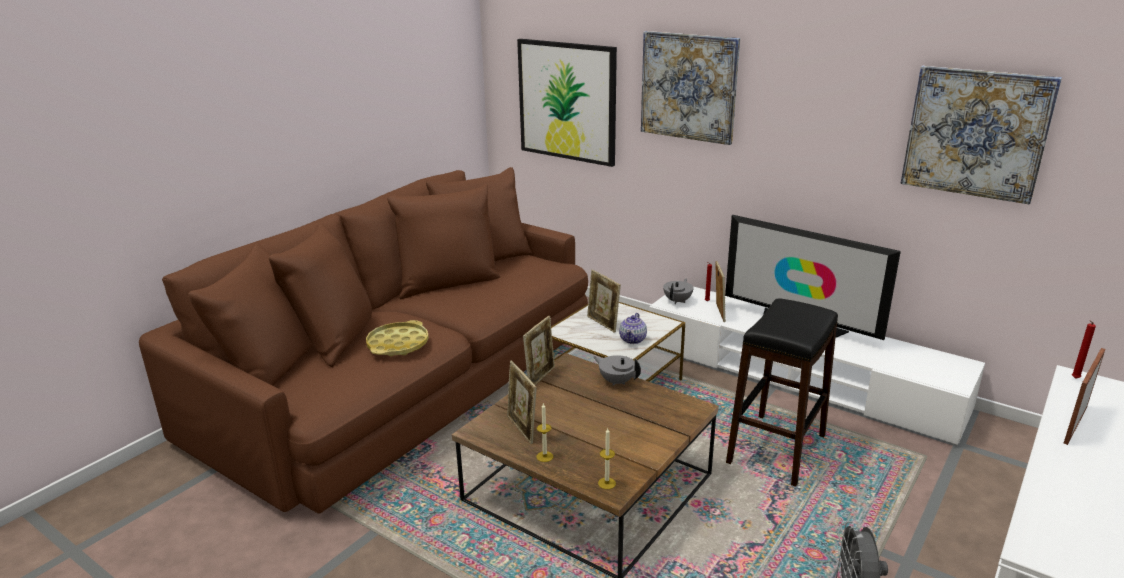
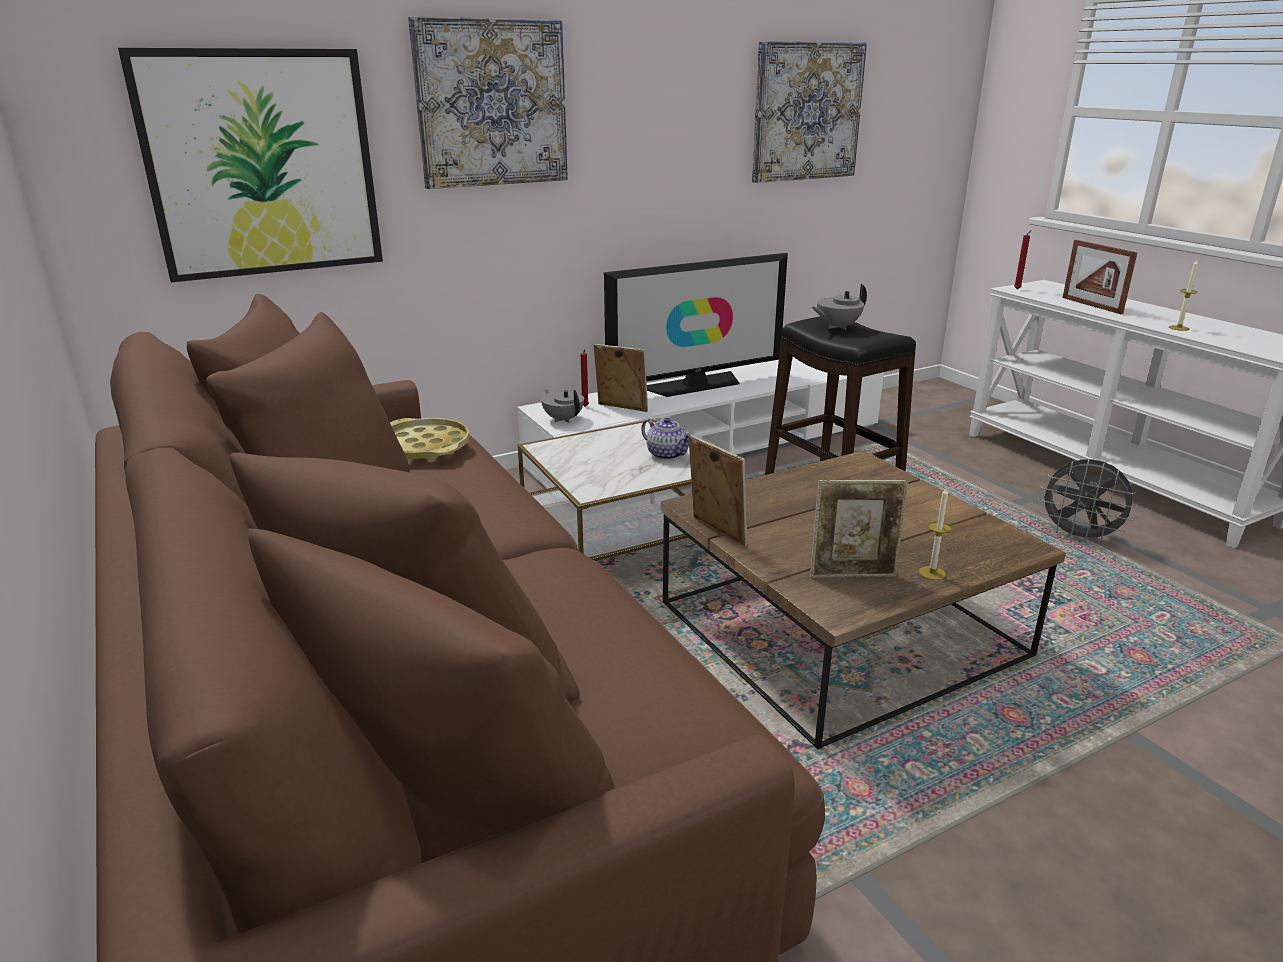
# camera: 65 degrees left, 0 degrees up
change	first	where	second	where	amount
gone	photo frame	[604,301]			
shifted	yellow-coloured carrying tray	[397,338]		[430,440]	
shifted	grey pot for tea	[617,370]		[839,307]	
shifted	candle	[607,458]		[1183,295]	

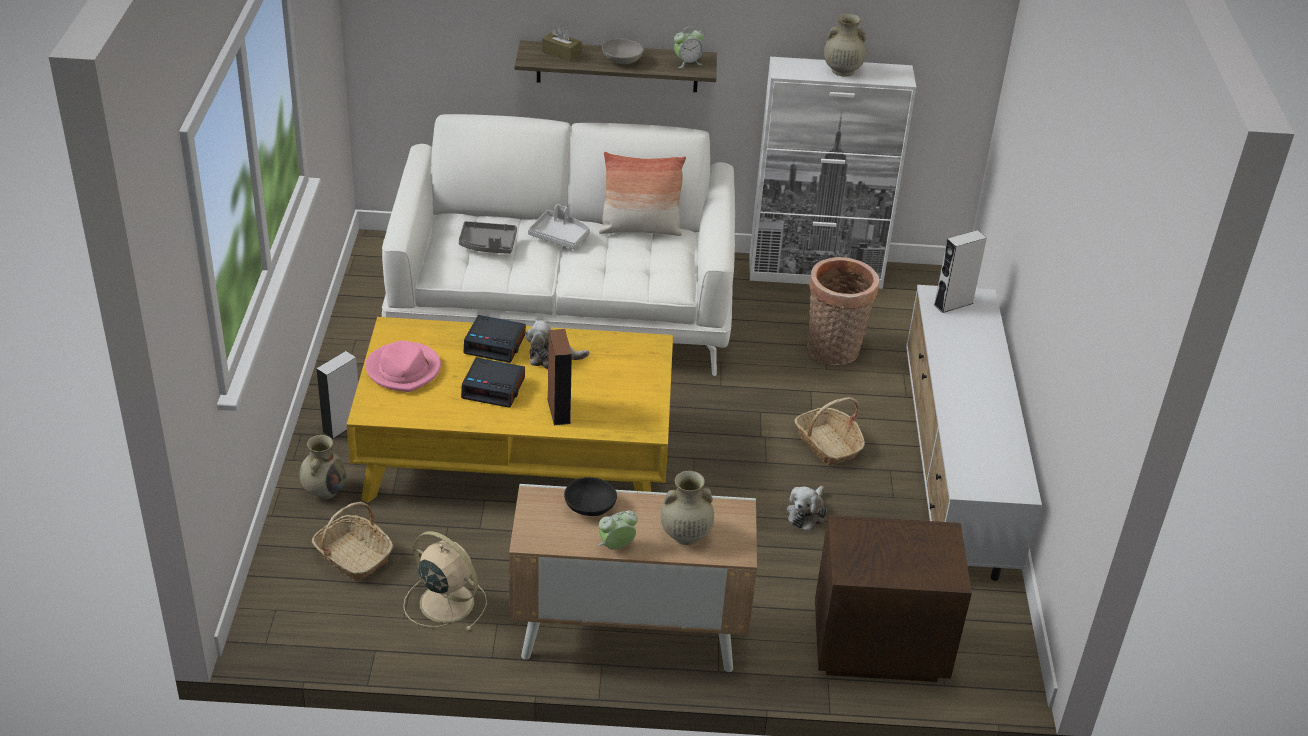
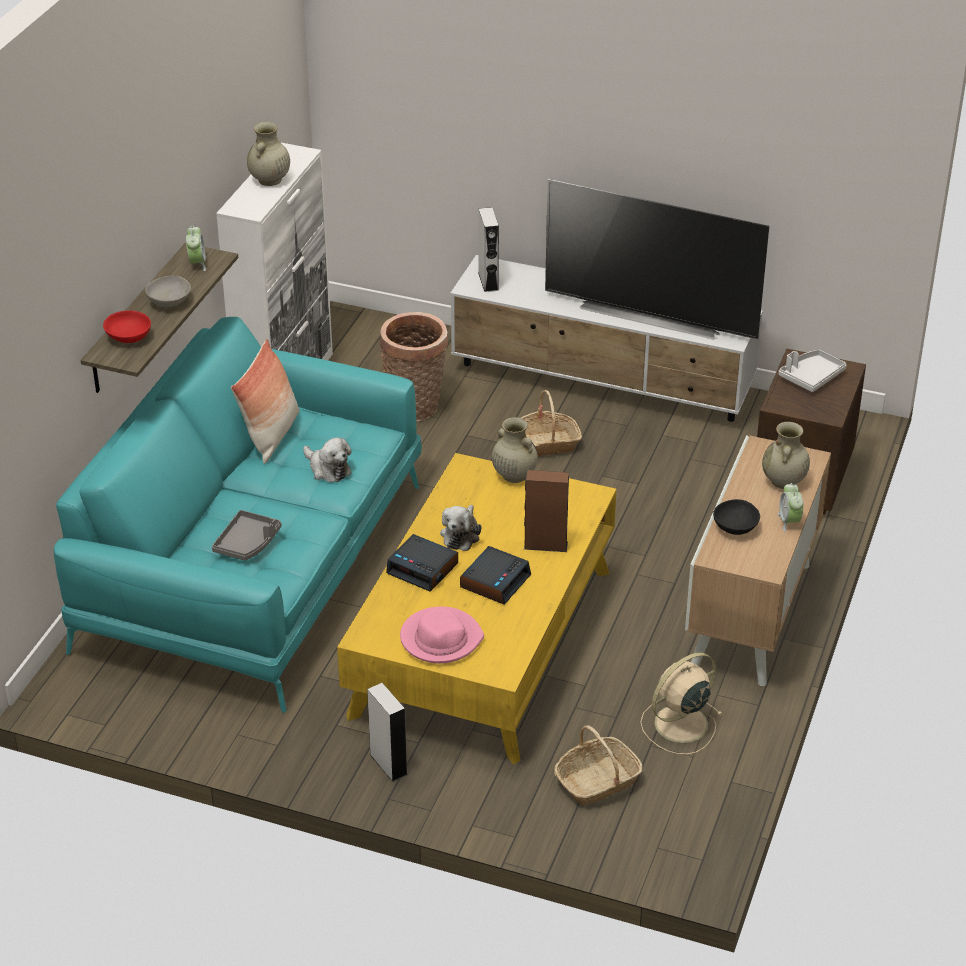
# camera: 70 degrees left, 0 degrees up
change	first	where	second	where	amount
new			TV	[657,259]	
shifted	beige-coloured flower vase	[322,467]		[515,450]	
shifted	grey carrying tray	[559,226]		[813,371]	
shifted	cuddly toy	[807,508]		[327,459]	
swapped	brown-coloured box of tissues	[562,44]	red-coloured bowl	[127,326]	
repainted	white settee	[558,245]	blue-green settee	[238,515]	
rotated	table clock	[494,339]		[422,563]	90 degrees clockwise

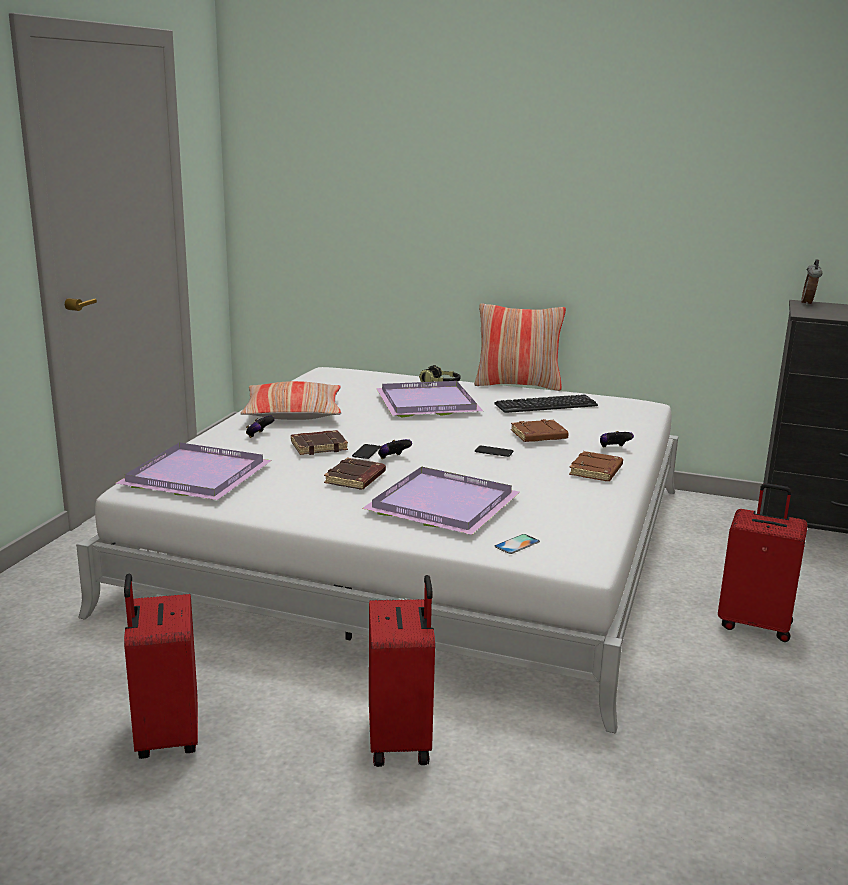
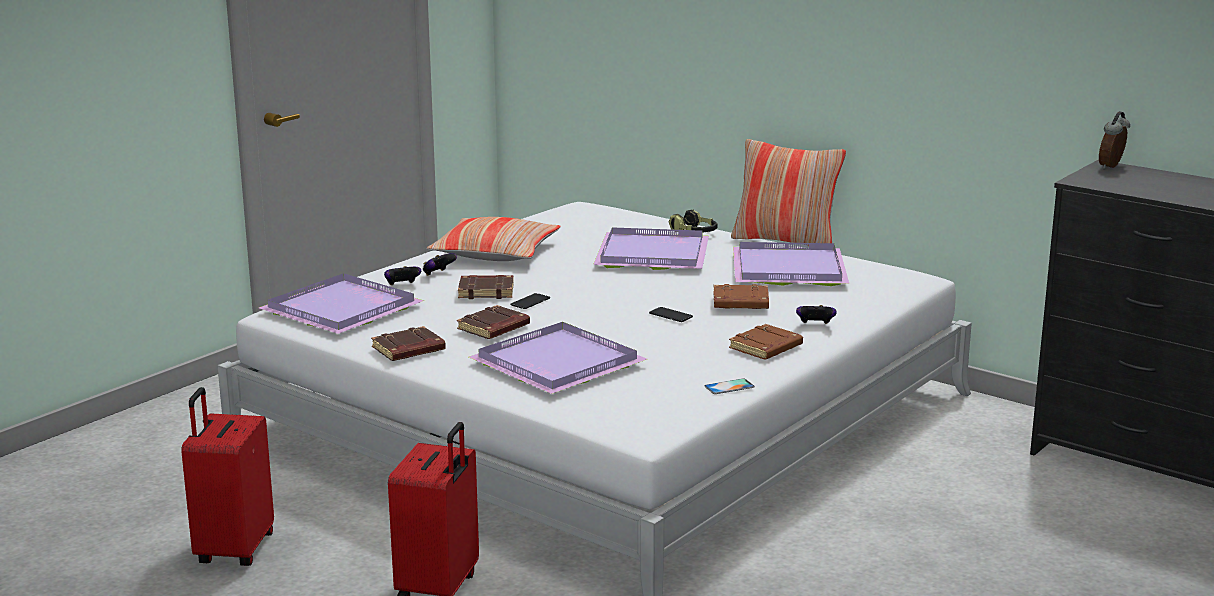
# camera: 20 degrees right, 0 degrees up
change	first	where	second	where	amount
gone	red-coloured piece of luggage	[763,562]			
new			brown-coloured bound book	[408,343]	
shifted	joypad	[395,449]		[402,275]	
shifted	phone	[517,544]		[730,386]	
swapped	computer keyboard	[546,403]	purplish carrying tray	[791,264]	

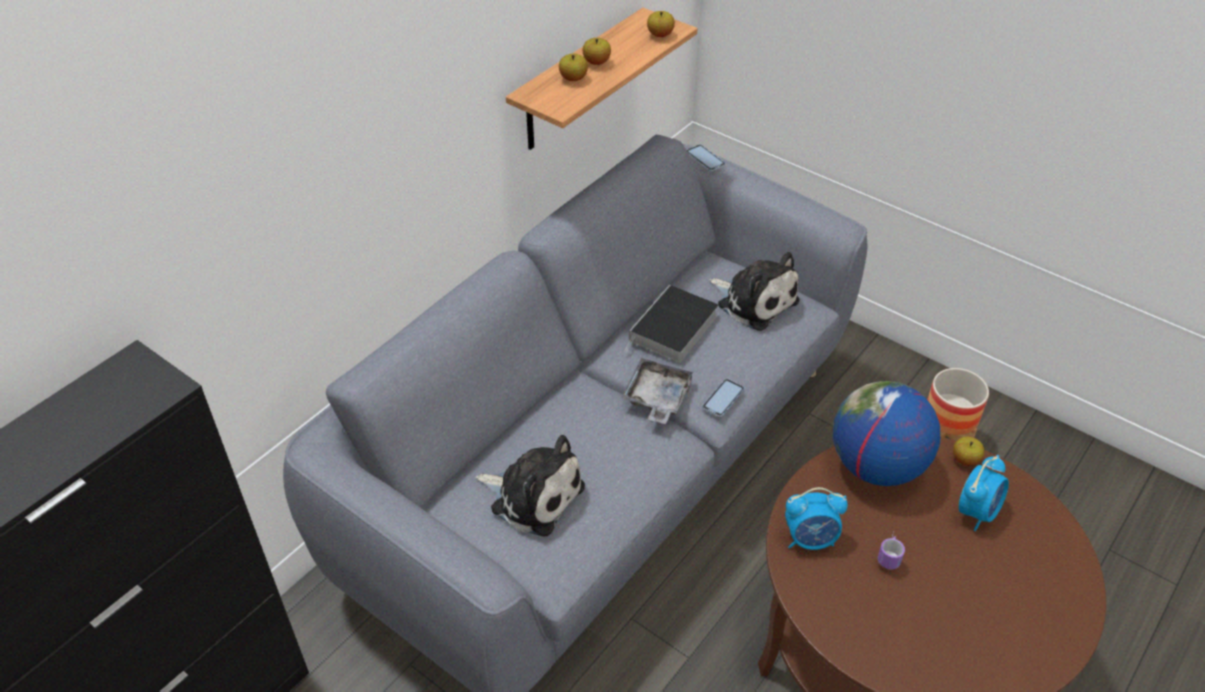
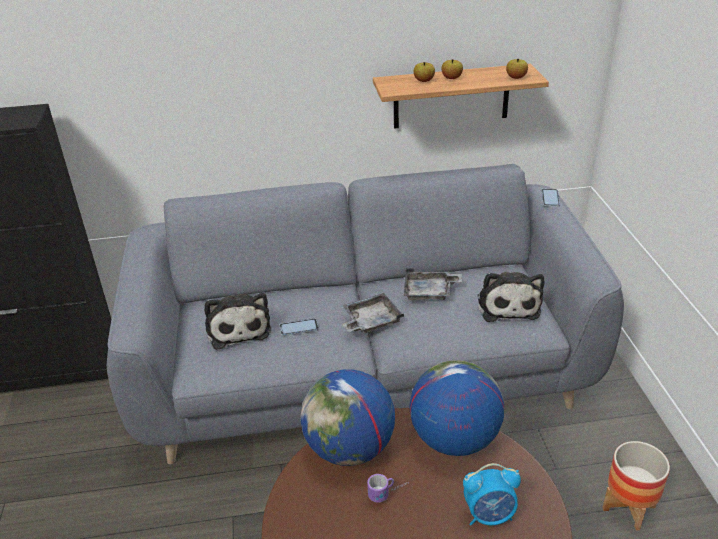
# camera: 45 degrees right, 10 degrees down
change	first	where	second	where	amount
gone	apple	[968,451]			
shifted	phone	[723,398]		[298,327]	
swapped	bound book	[671,324]	grey carrying tray	[433,284]	
swapped	table clock	[816,518]	world globe	[347,417]	

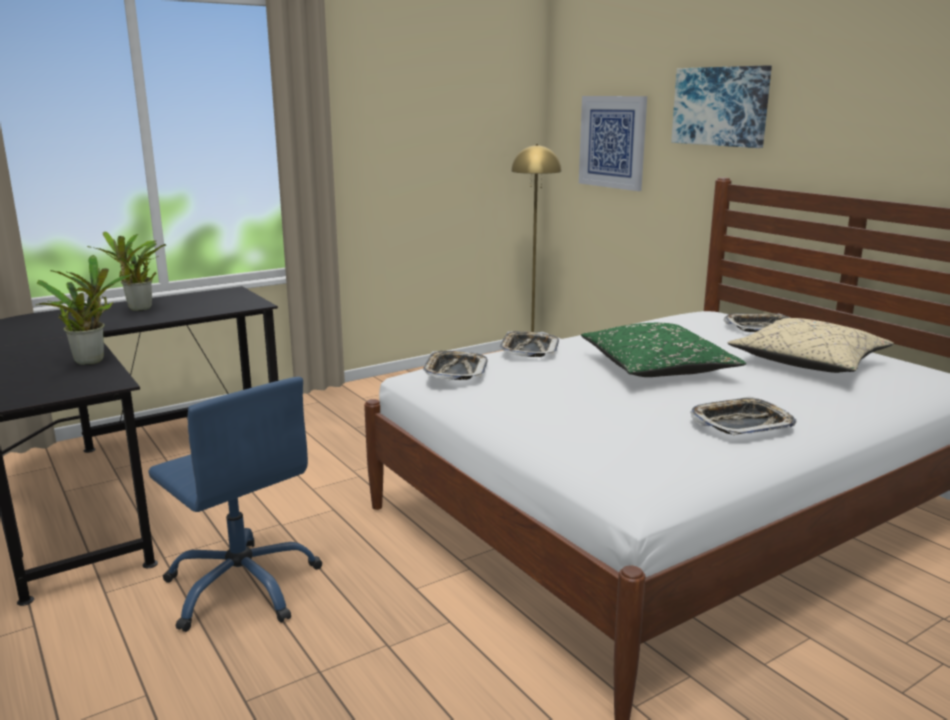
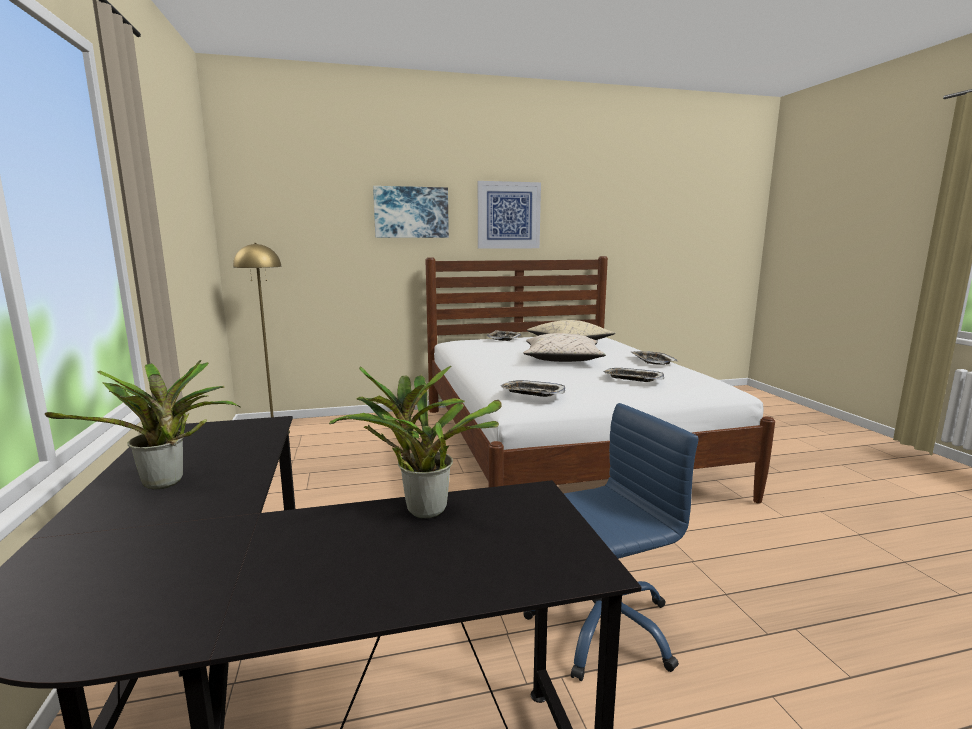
# camera: 70 degrees left, 5 degrees down
change	first	where	second	where	amount
shifted	carrying tray	[529,344]		[633,375]	
shifted	wall picture	[613,143]		[509,215]	
repainted	green-coloured cushion	[663,350]	beige-coloured cushion	[564,347]	

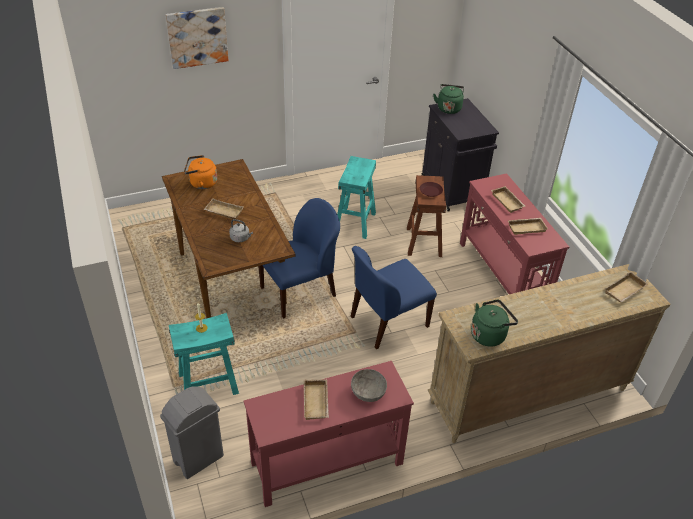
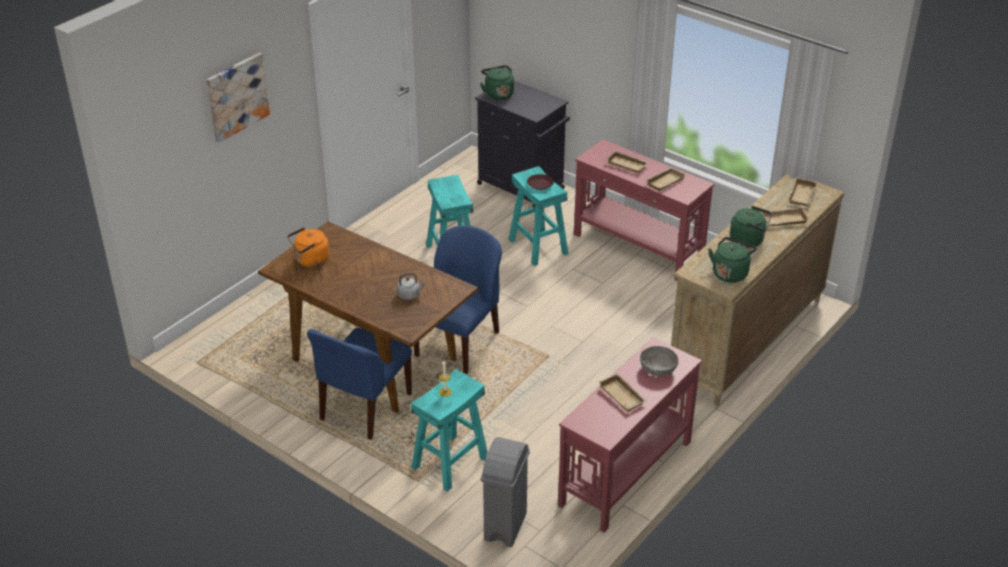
# camera: 30 degrees left, 5 degrees down
change	first	where	second	where	amount
new			green-coloured water kettle	[750,227]	
shifted	beige-coloured carrying tray	[224,209]		[785,216]	
shifted	blue-coloured upright chair	[394,297]		[359,384]	
repainted	brown-coloured stool	[426,216]	blue-green stool	[538,216]	

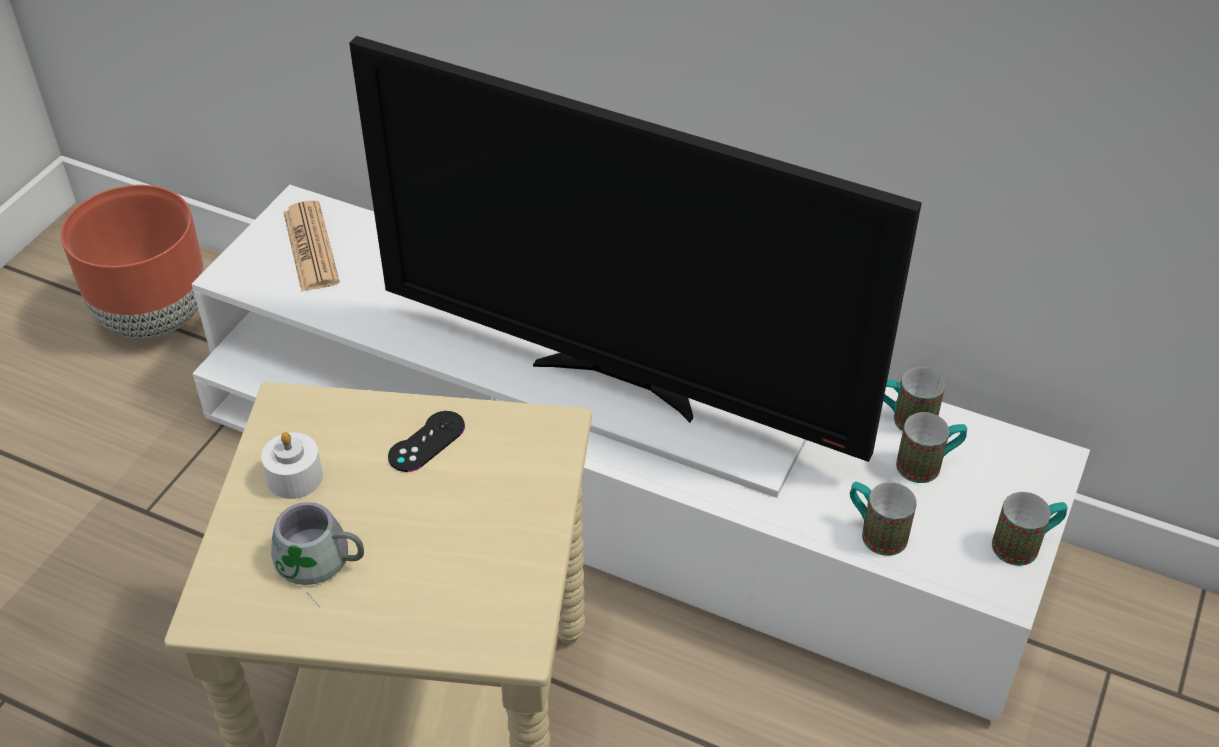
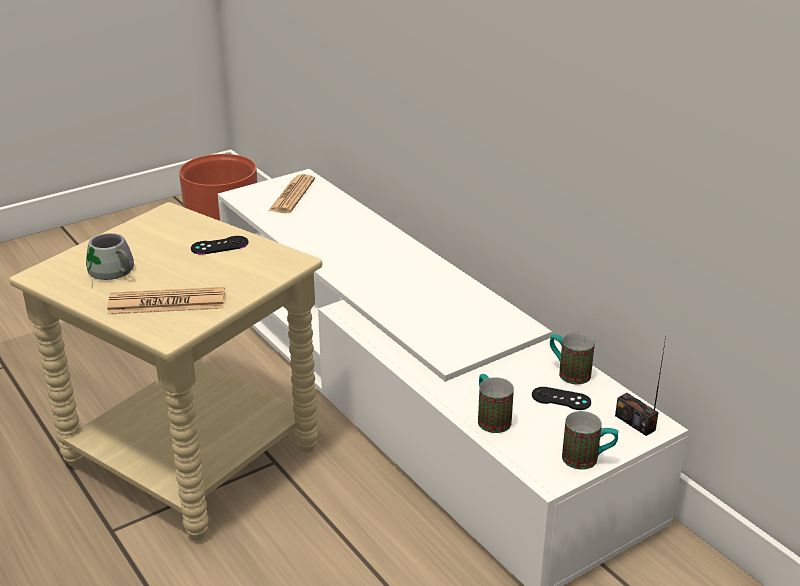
# camera: 30 degrees right, 15 degrees down
change	first	where	second	where	amount
gone	white candle	[292,465]			
gone	TV	[635,249]			
new			printed paper	[166,301]	
new			radio set	[640,386]	
swapped	mug	[931,447]	black joypad	[561,398]	

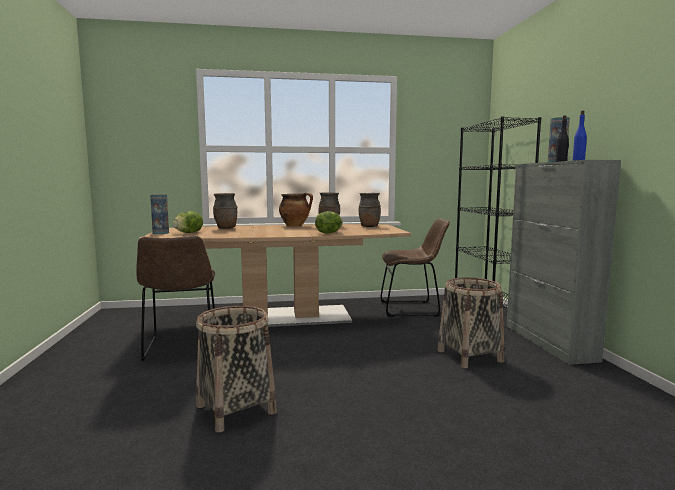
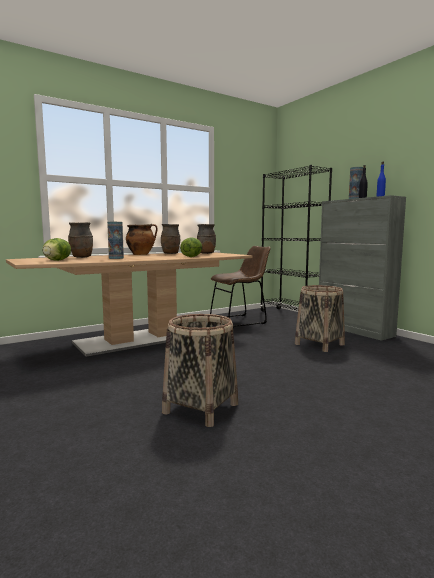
# camera: 25 degrees left, 0 degrees up
change	first	where	second	where	amount
gone	brown-coloured upright chair	[175,298]			
shifted	flower vase	[159,214]		[115,240]	

